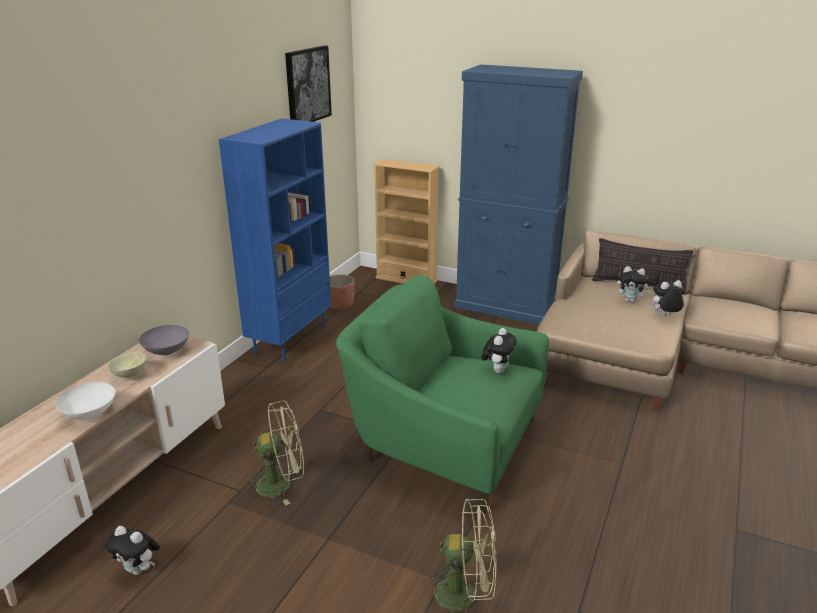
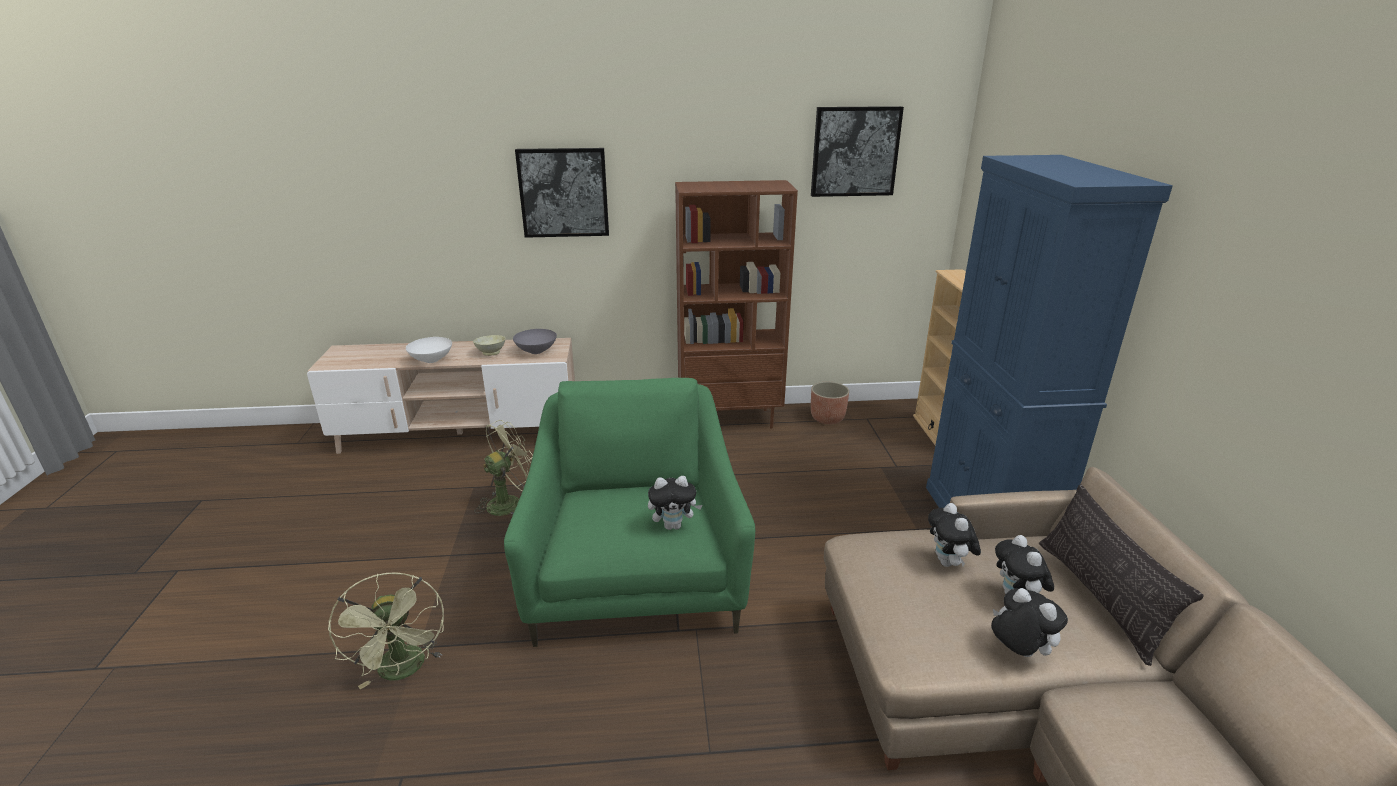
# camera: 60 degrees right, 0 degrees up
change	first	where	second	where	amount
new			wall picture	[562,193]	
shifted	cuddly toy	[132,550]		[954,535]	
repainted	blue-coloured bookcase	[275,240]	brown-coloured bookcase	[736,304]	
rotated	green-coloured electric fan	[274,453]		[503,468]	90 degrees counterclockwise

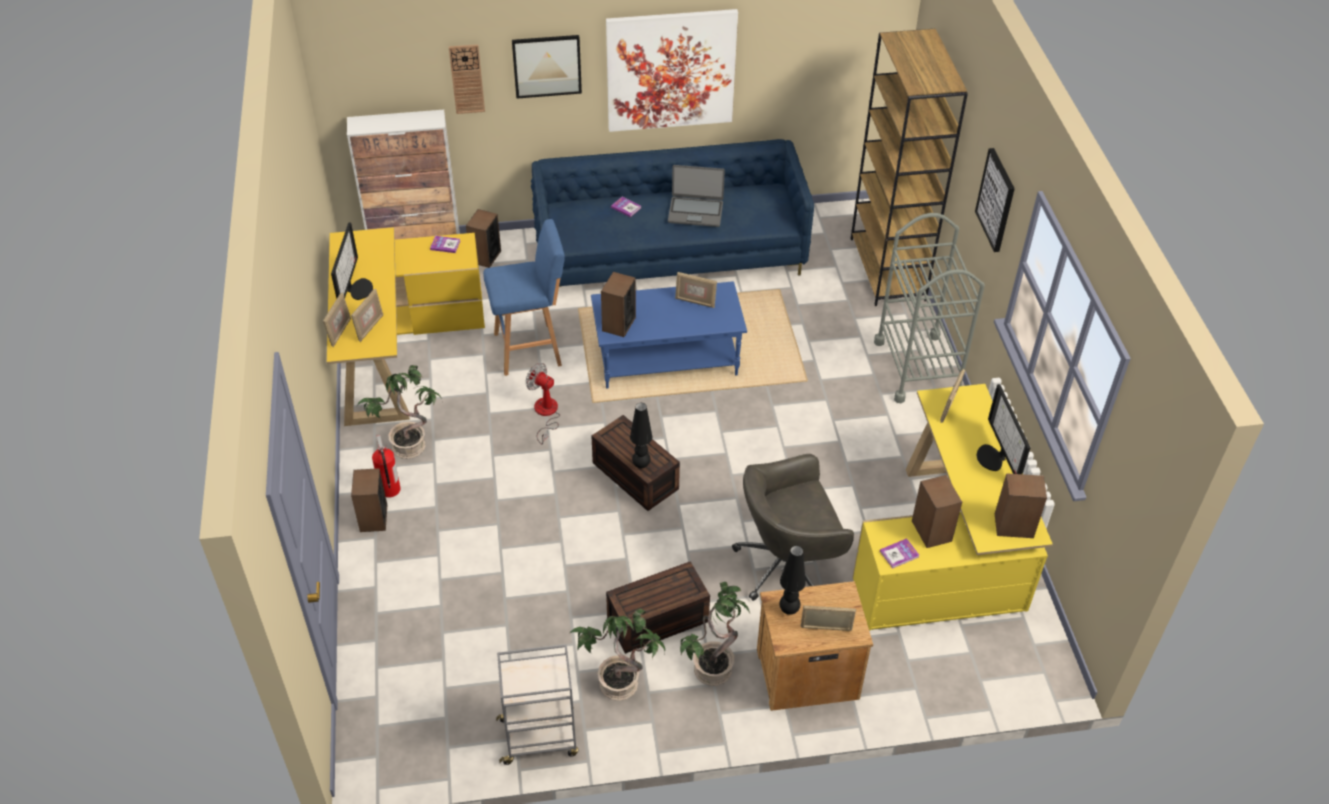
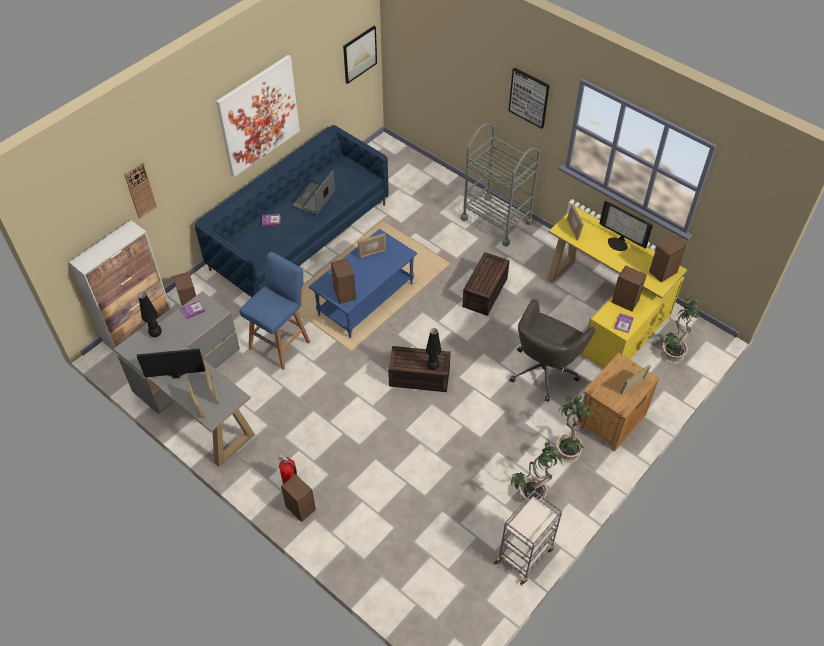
# camera: 40 degrees left, 5 degrees up
change	first	where	second	where	amount
gone	electric fan	[543,403]			
gone	brown-coloured bookcase	[909,167]			
shifted	plant in a pot	[399,412]		[682,331]	
shifted	wall picture	[547,67]		[360,55]	
shifted	brown-coloured storage box	[658,607]		[486,284]	
shifted	black lamp for a table	[793,580]		[150,314]	
repainted	yellow-coloured desk unit	[406,326]	grey desk unit	[184,379]	
rotated	computer screen	[352,261]		[171,363]	60 degrees counterclockwise
rotated	laptop	[696,196]		[314,192]	150 degrees clockwise

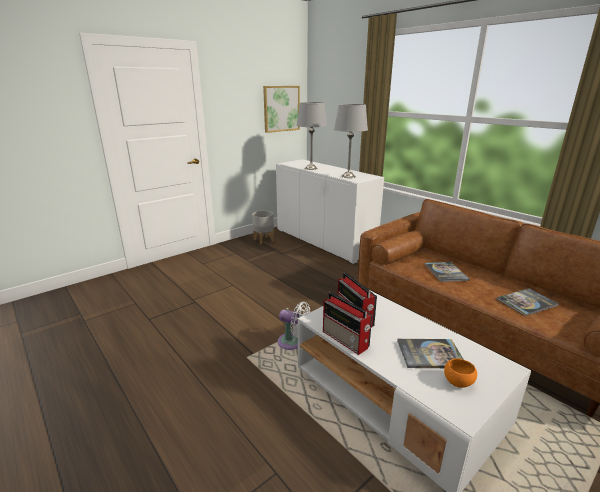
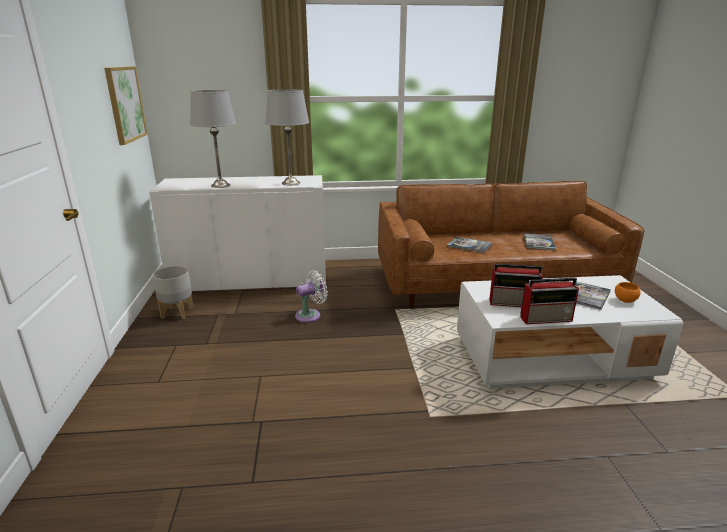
# camera: 55 degrees left, 0 degrees up
change	first	where	second	where	amount
shifted	white electric fan	[293,326]		[311,297]	

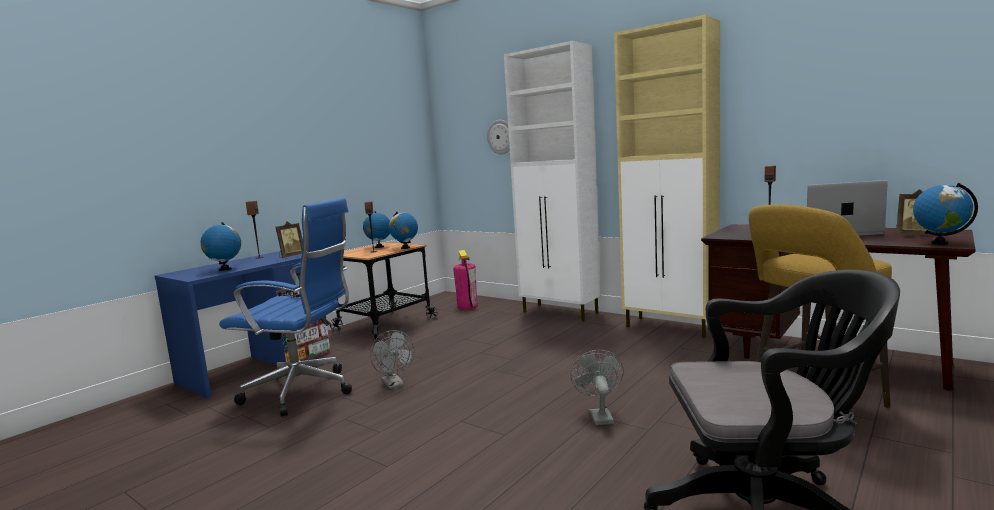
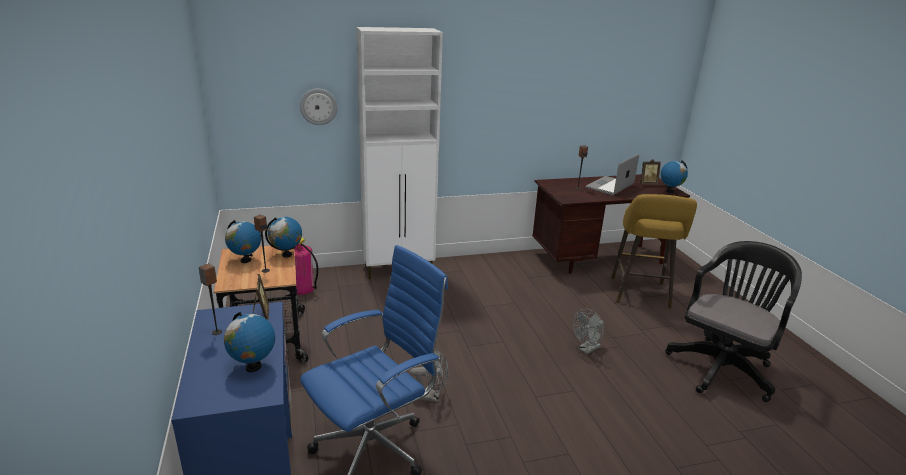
# camera: 55 degrees left, 15 degrees up
change	first	where	second	where	amount
gone	beige-coloured cupboard	[667,176]			
rotated	grey electric fan	[597,387]		[588,332]	75 degrees counterclockwise

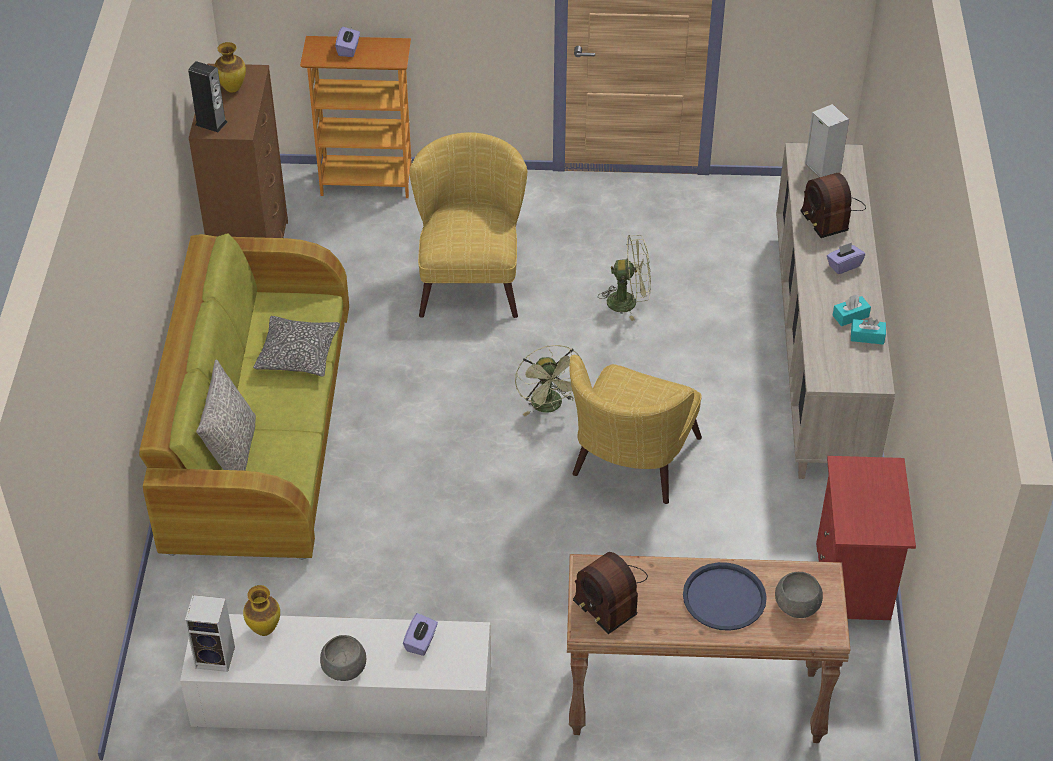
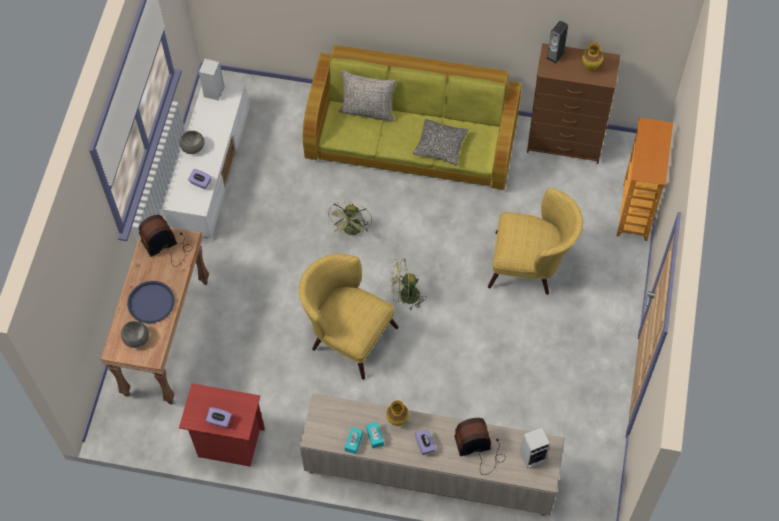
# camera: 100 degrees right, 15 degrees up
change	first	where	second	where	amount
shifted	flower vase	[261,610]		[397,413]	
shifted	purplish box of tissues	[347,42]		[219,417]	
shifted	green-coloured electric fan	[624,278]		[350,219]	

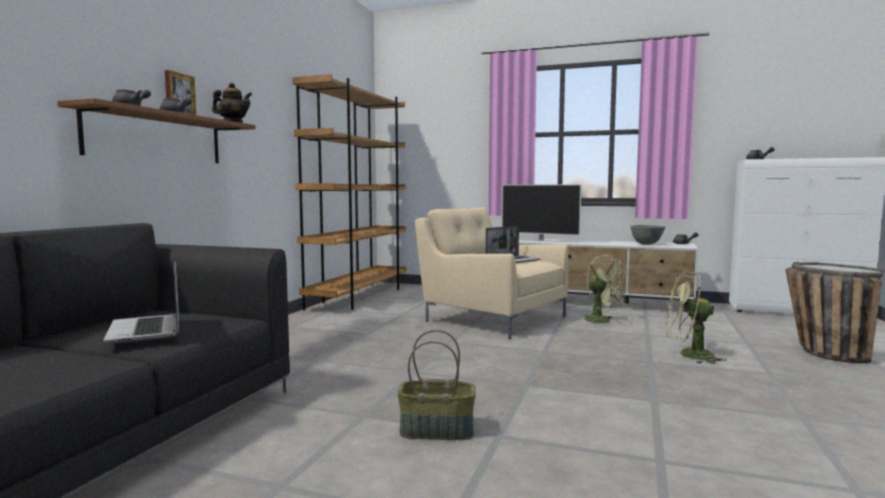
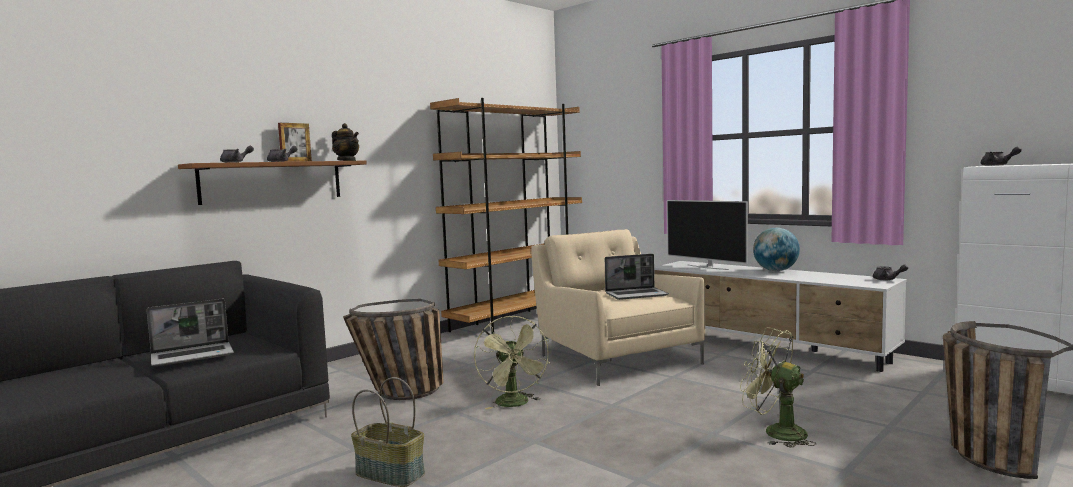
# camera: 25 degrees right, 0 degrees up
change	first	where	second	where	amount
gone	grey bowl	[647,235]			
new			household basket	[393,349]	
new			world globe	[776,249]	
shifted	green-coloured electric fan	[607,290]		[512,363]	
rotated	laptop	[141,302]		[190,333]	120 degrees counterclockwise

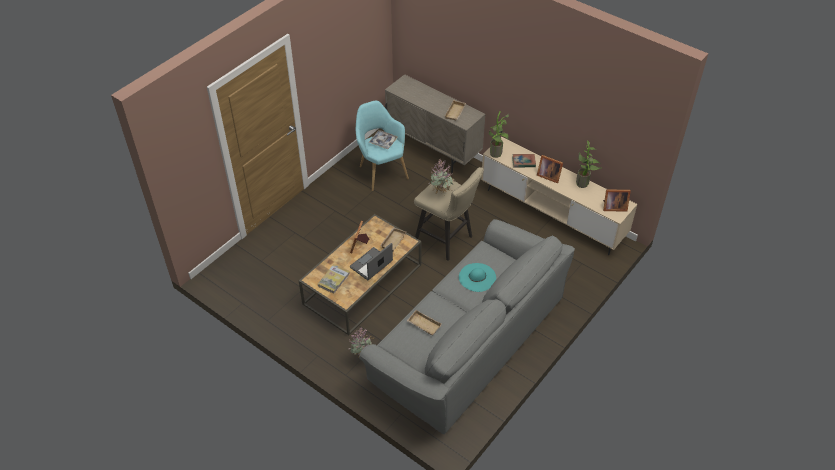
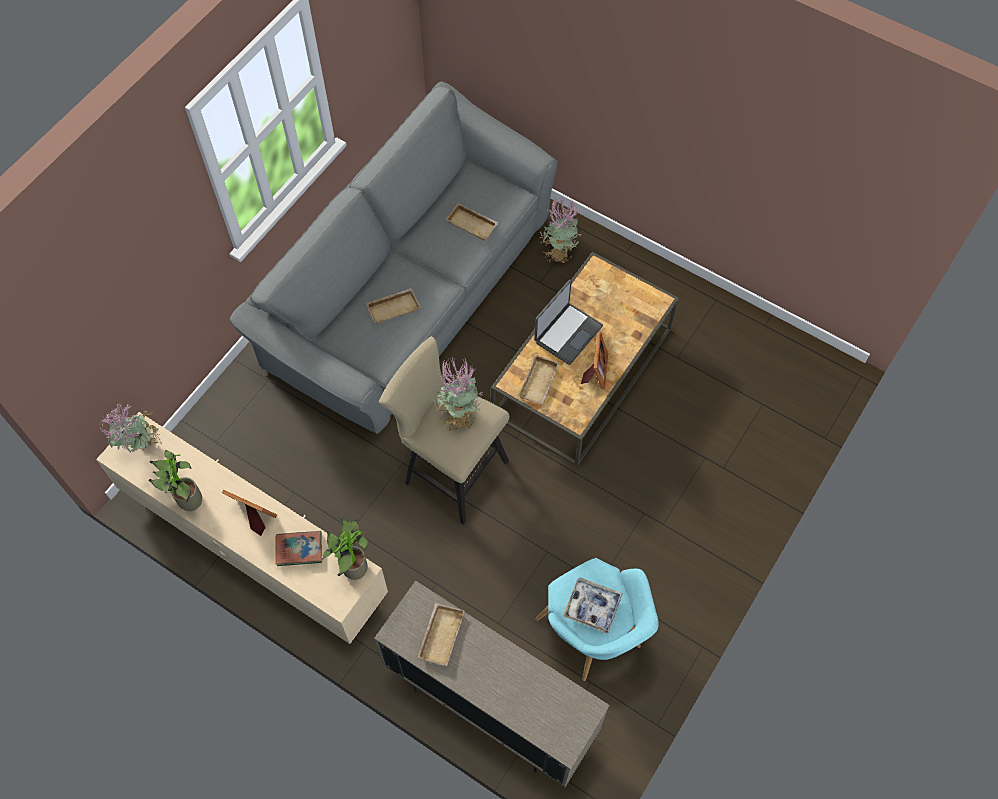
# camera: 175 degrees right, 15 degrees up
change	first	where	second	where	amount
gone	bound book	[334,279]			
swapped	blue-green wearable hat	[477,277]	beige-coloured carrying tray	[393,306]	
swapped	photo frame	[617,200]	plant in a pot	[131,428]	

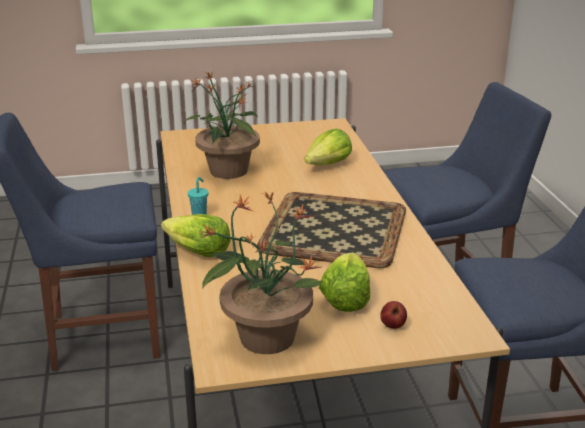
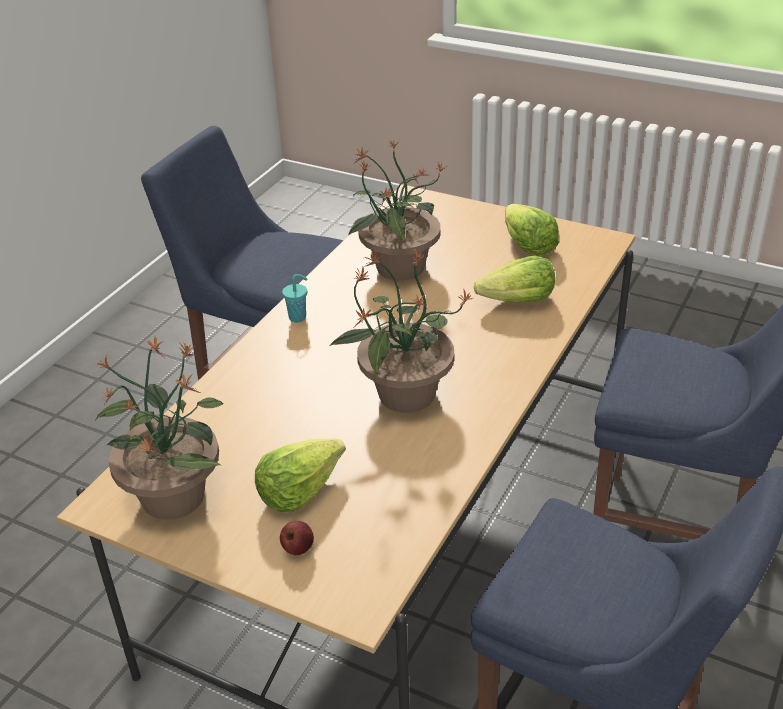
# camera: 40 degrees right, 10 degrees up
change	first	where	second	where	amount
shifted	head of lettuce	[196,235]		[532,229]	
swapped	carrying tray	[331,230]	plant in a pot	[401,330]	

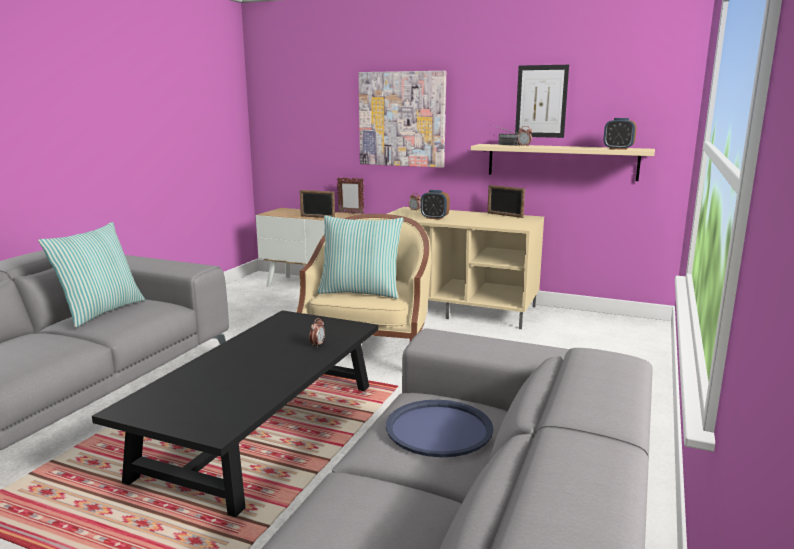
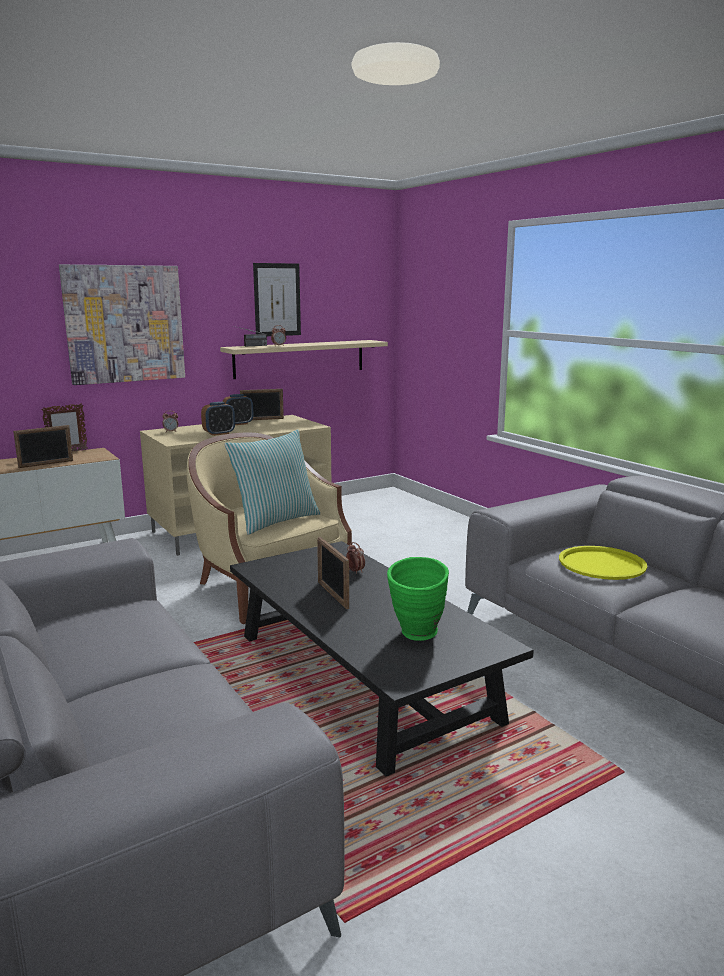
# camera: 55 degrees left, 0 degrees up
change	first	where	second	where	amount
gone	cushion	[91,274]			
new			photo frame	[333,573]	
new			green-coloured flower vase	[418,599]	
shifted	table clock	[620,134]		[238,409]	
repainted	blue-coloured carrying tray	[439,428]	yellow-coloured carrying tray	[603,563]	

